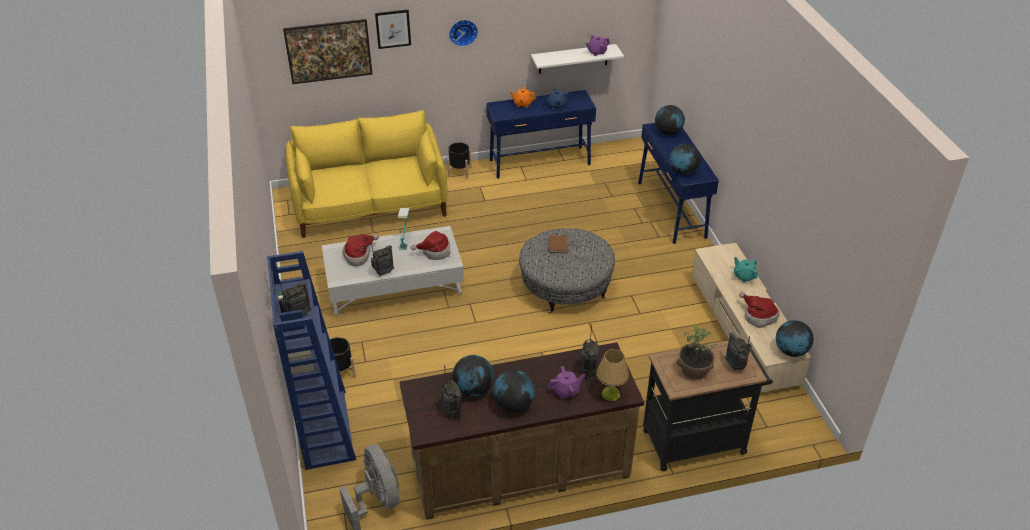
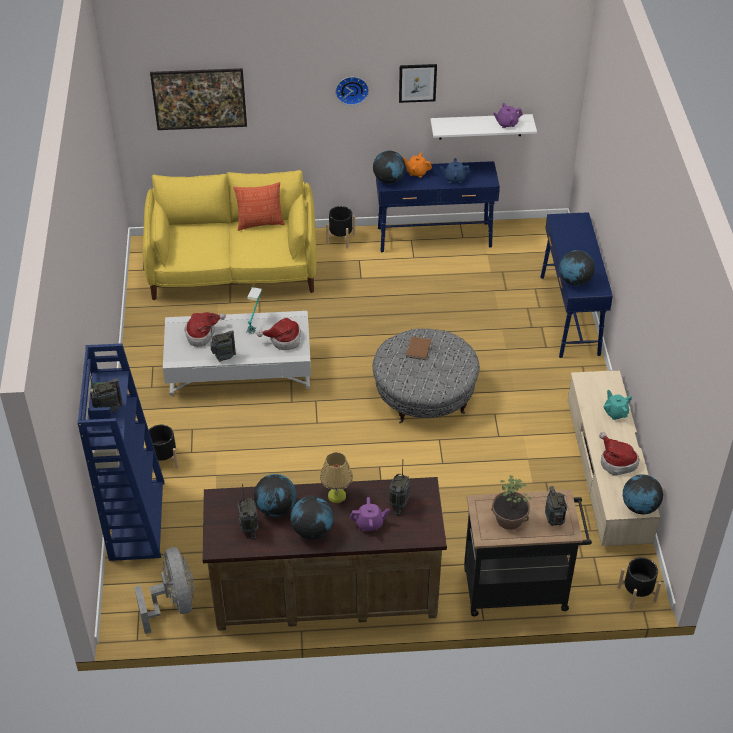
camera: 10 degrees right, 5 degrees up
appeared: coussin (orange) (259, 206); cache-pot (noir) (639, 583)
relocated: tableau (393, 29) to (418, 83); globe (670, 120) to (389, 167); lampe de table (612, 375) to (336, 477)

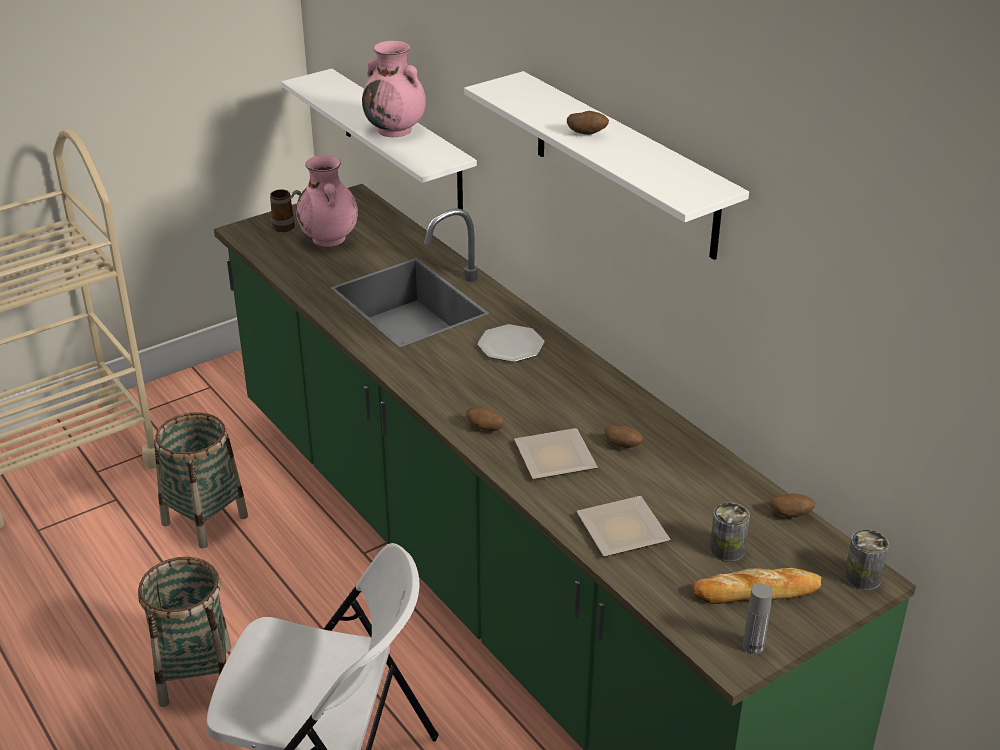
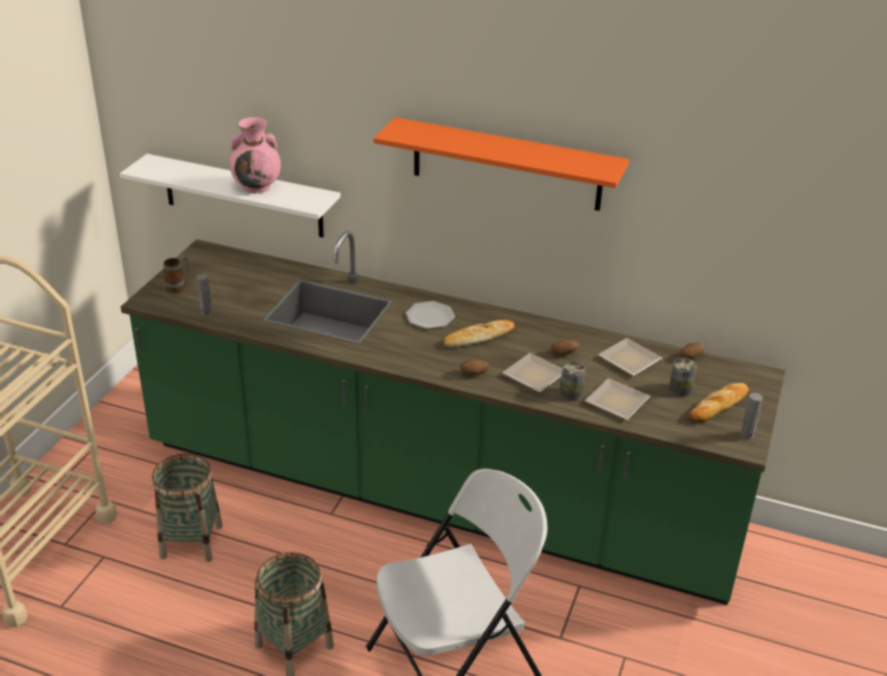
camera: 35 degrees left, 0 degrees up
missing: pomme de terre (588, 123); vase (rose) (327, 201)
appeared: bouteille (gris) (204, 295); pain (479, 334); assiette (630, 357)
relocated: boîte métallique (866, 560) to (573, 381)
colour: étagère (blanc) (606, 165) to étagère (orange) (501, 164)

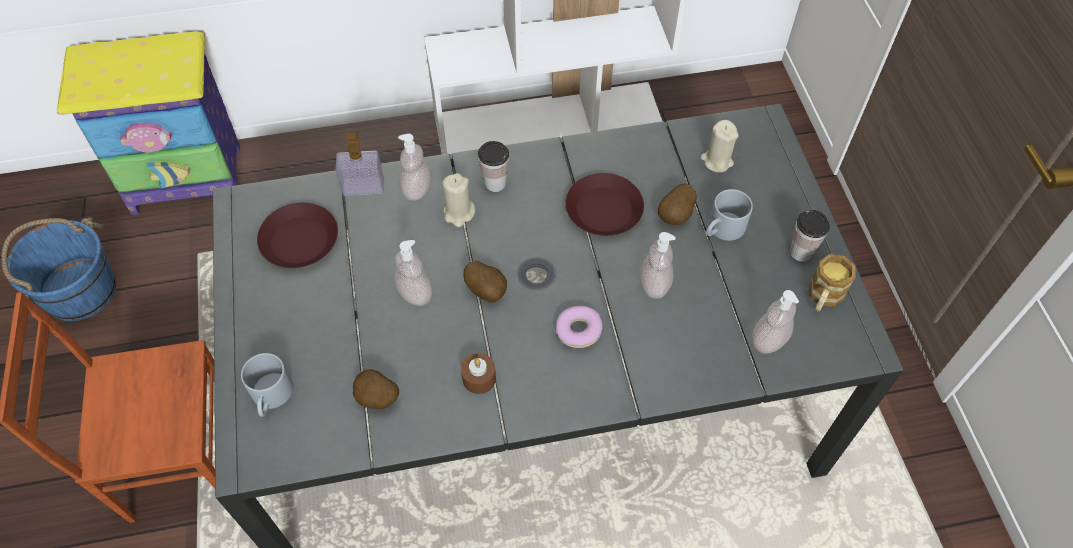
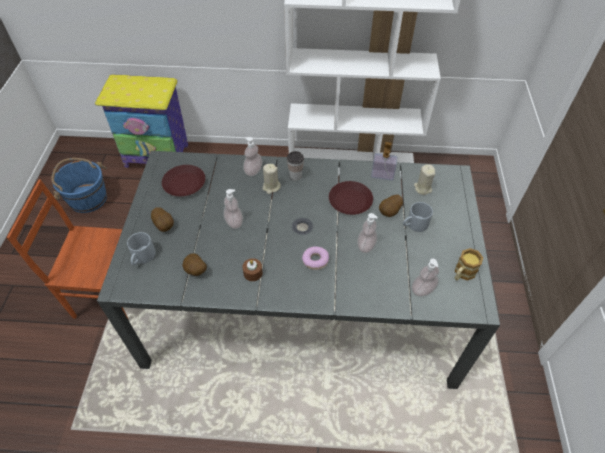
camera: 15 degrees right, 5 degrees down
missing: tasse (810, 236)
relocated: distributeur de savon (360, 164) to (384, 161); pomme de terre (485, 282) to (162, 219)

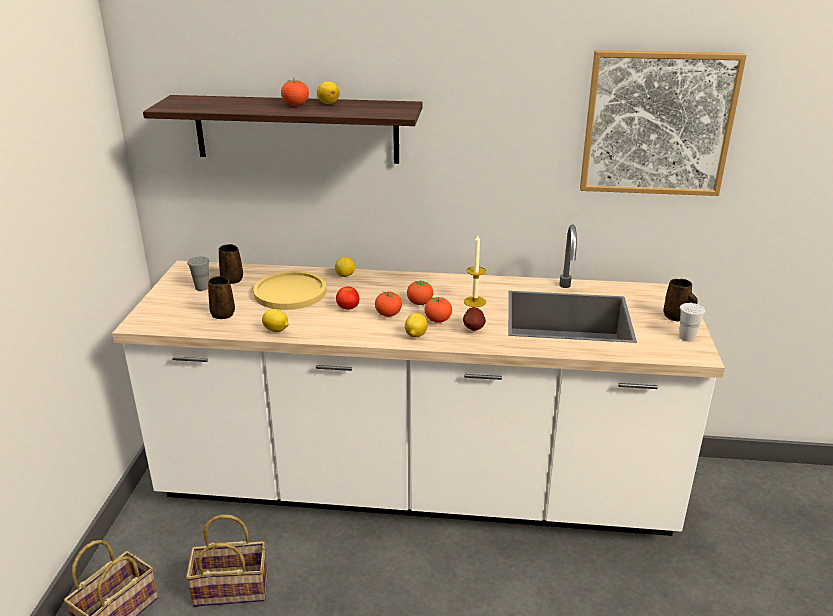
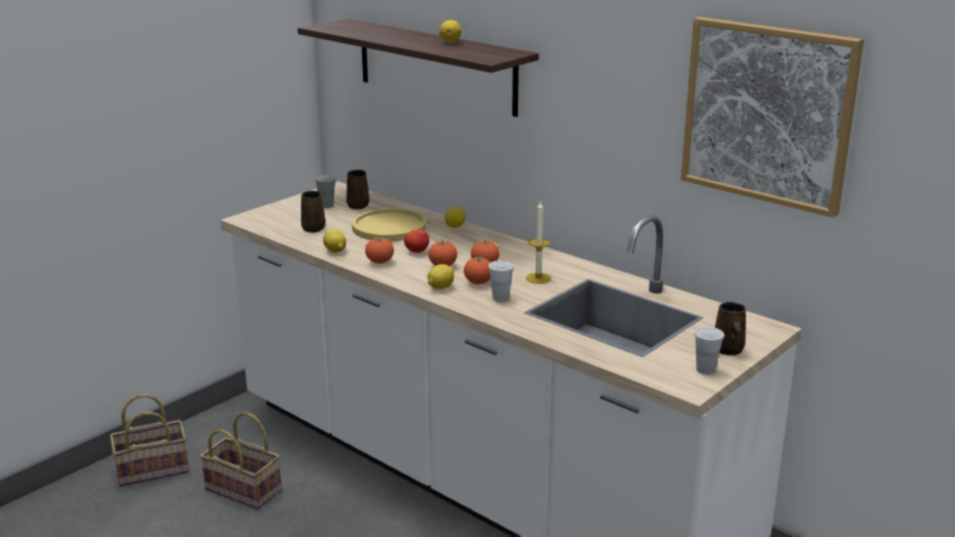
camera: 35 degrees right, 5 degrees down
relocated: tomate (295, 93) to (379, 250)
exchanged: pomme de terre (474, 319) to tasse (blanc) (501, 281)

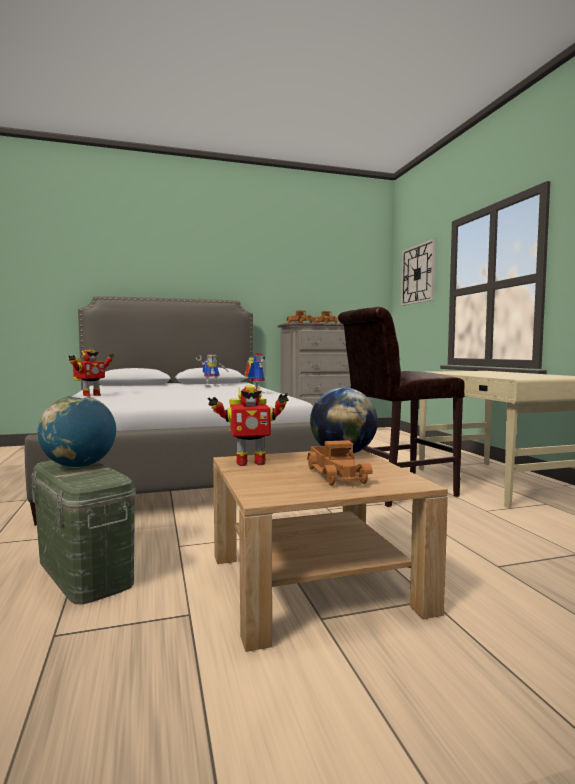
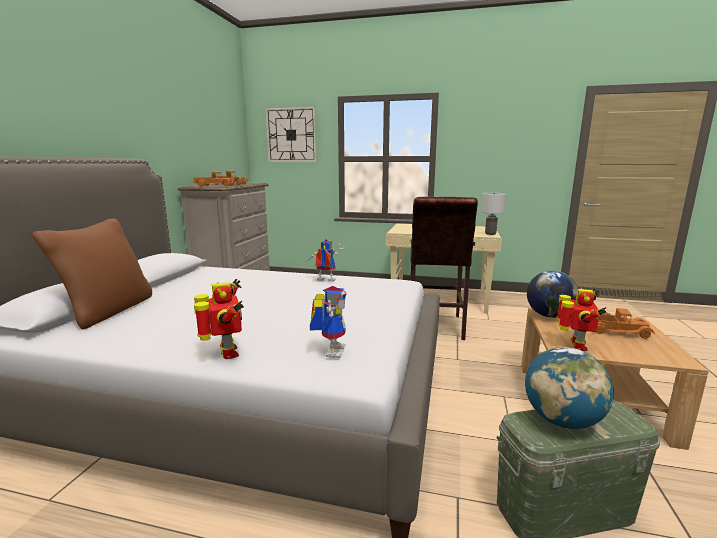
camera: 60 degrees left, 10 degrees up
appeared: lampe de table (blanc) (493, 214); coussin (marron) (92, 274)
relocated: robot jouet (212, 370) to (328, 322)

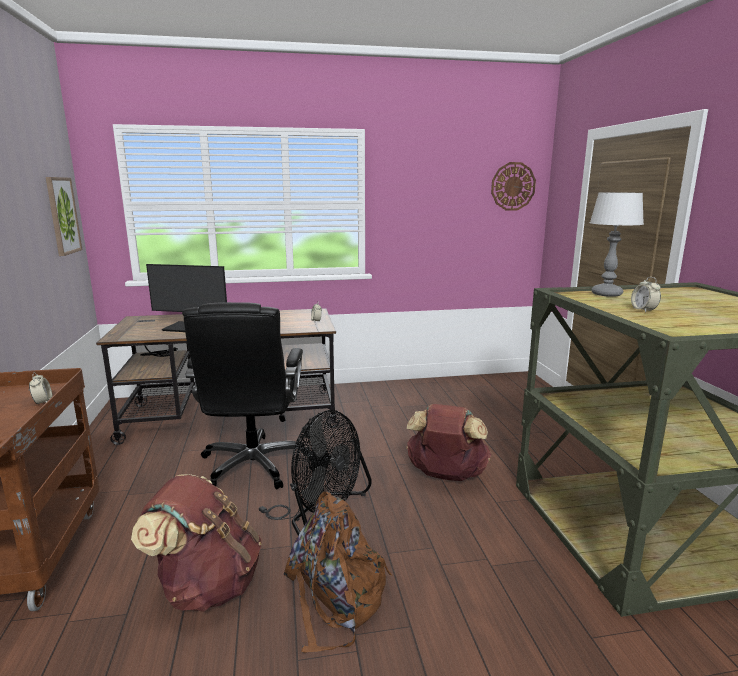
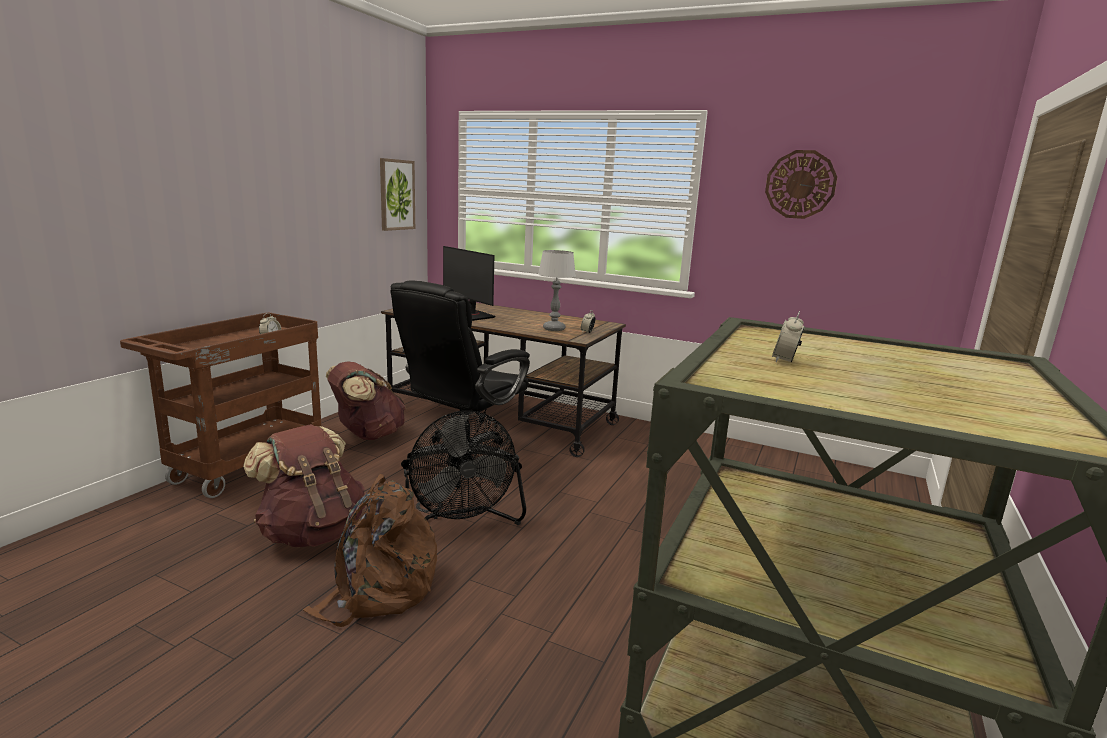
camera: 35 degrees right, 0 degrees up
relocated: horloge murale (513, 186) to (801, 184); lampe de table (617, 244) to (557, 290); sac à dos (marron) (448, 442) to (366, 400)

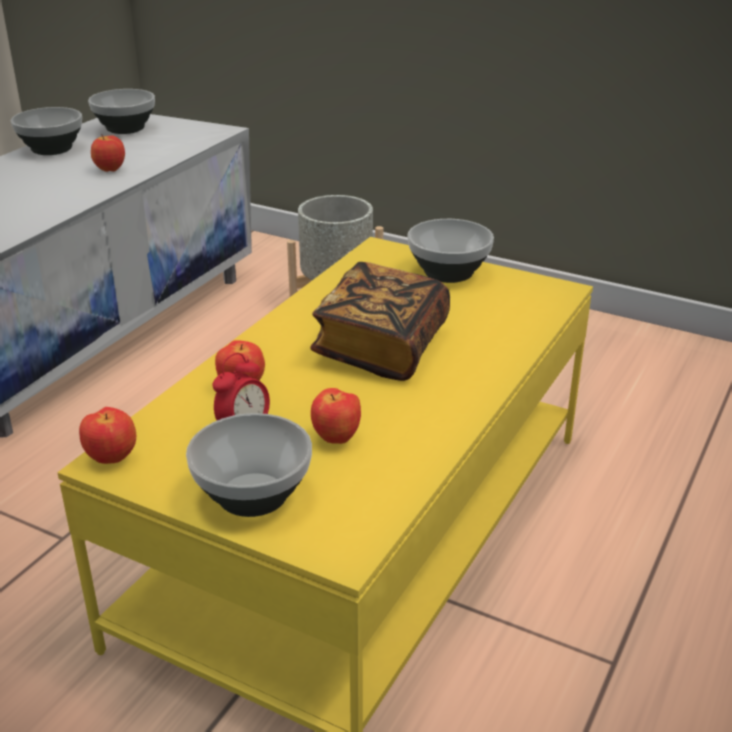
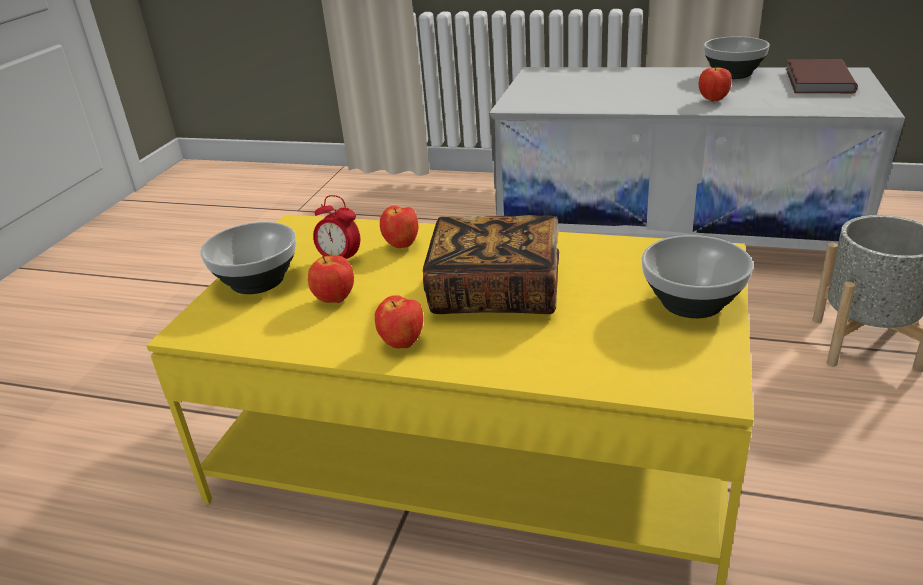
camera: 80 degrees right, 0 degrees up
relocated: pomme (107, 435) to (399, 321)
exchanged: bol (121, 111) to livre (marron) (822, 76)

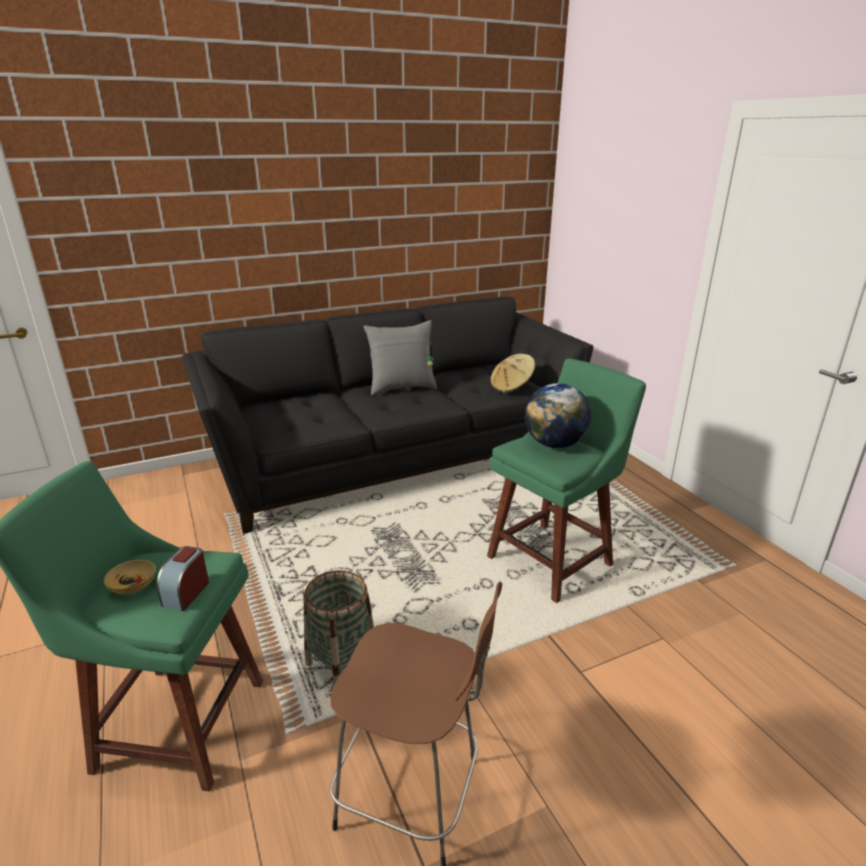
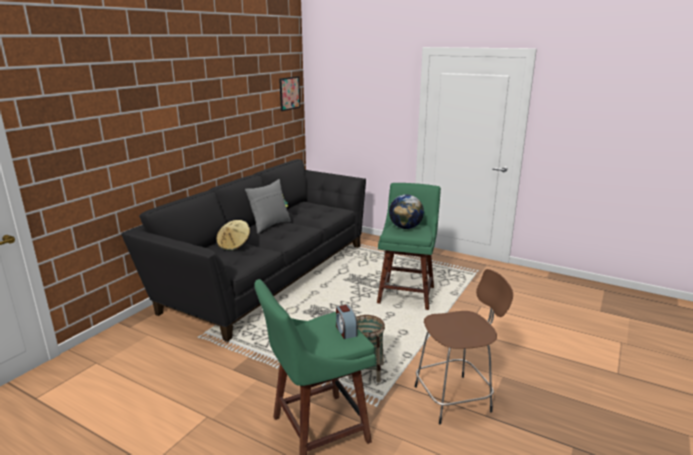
camera: 35 degrees left, 5 degrees down
missing: bol (beige) (130, 576)
appeared: tableau (289, 93)
relocated: chapeau (beige) (513, 373) to (233, 235)

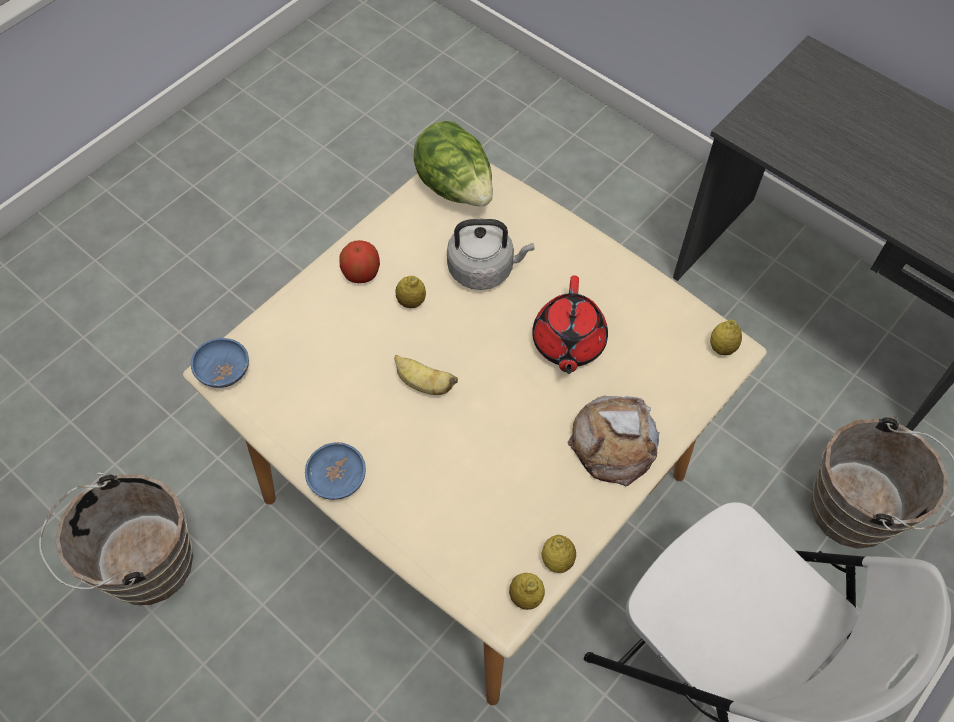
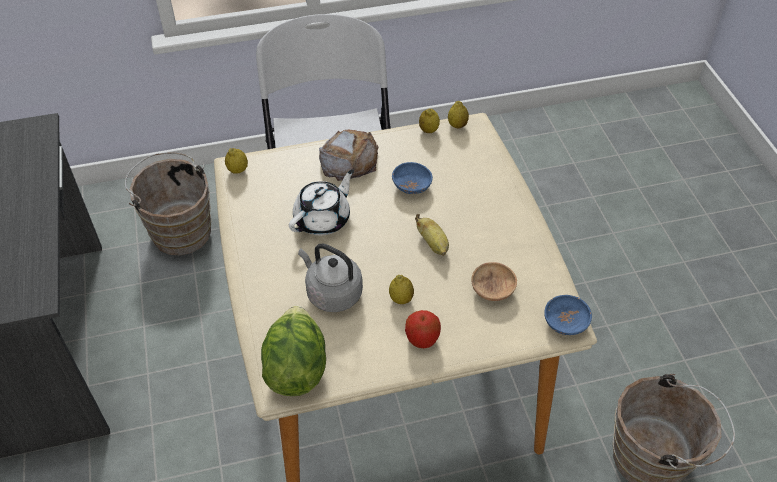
camera: 145 degrees left, 10 degrees down
appeared: bol (marron) (494, 281)
relocated: bol (bleu) (335, 471) to (412, 178)
colour: théière (rouge) (570, 324) to théière (blanc) (321, 202)

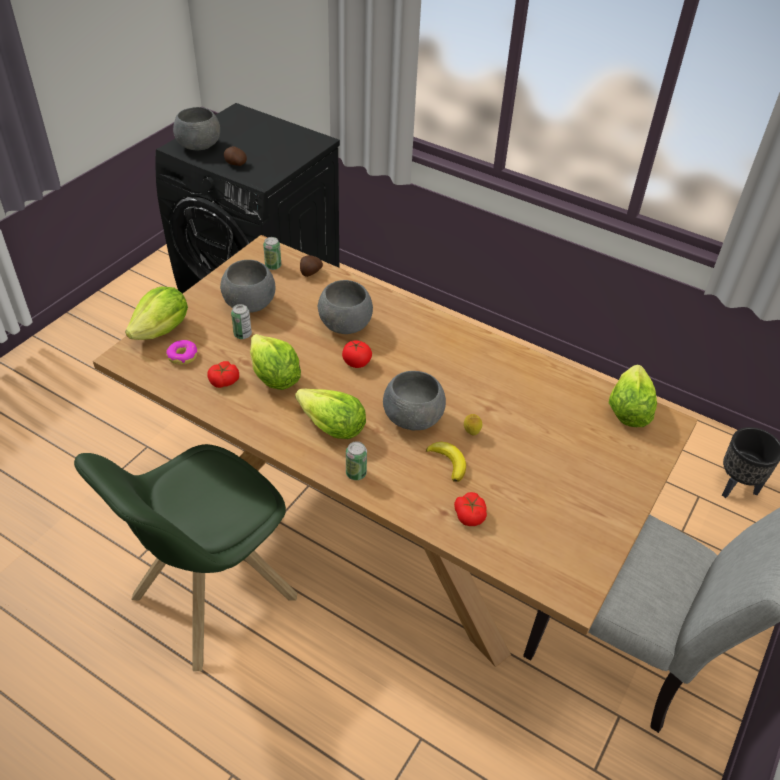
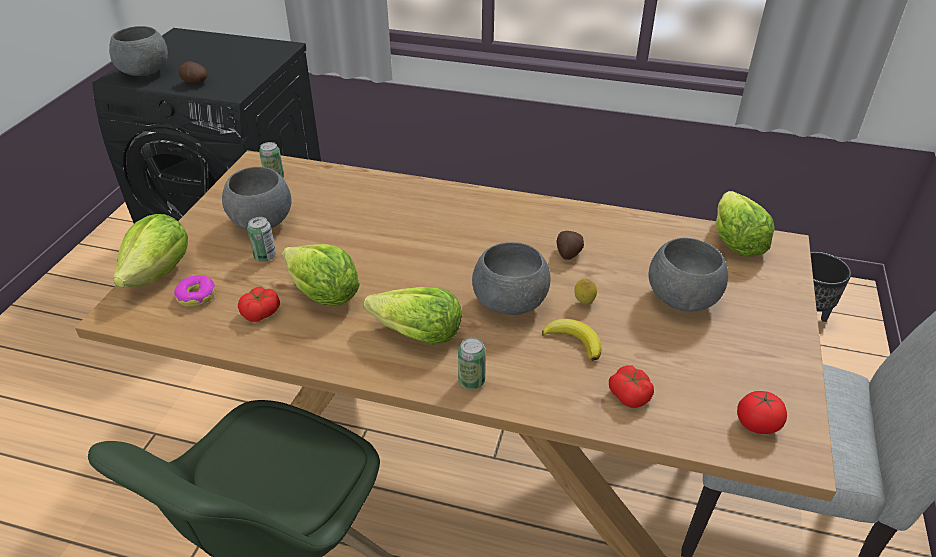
camera: 15 degrees left, 5 degrees down
relocated: pomme de terre (311, 266) to (570, 245); bol (gris) (345, 307) to (688, 274); tomate (357, 354) to (762, 412)

